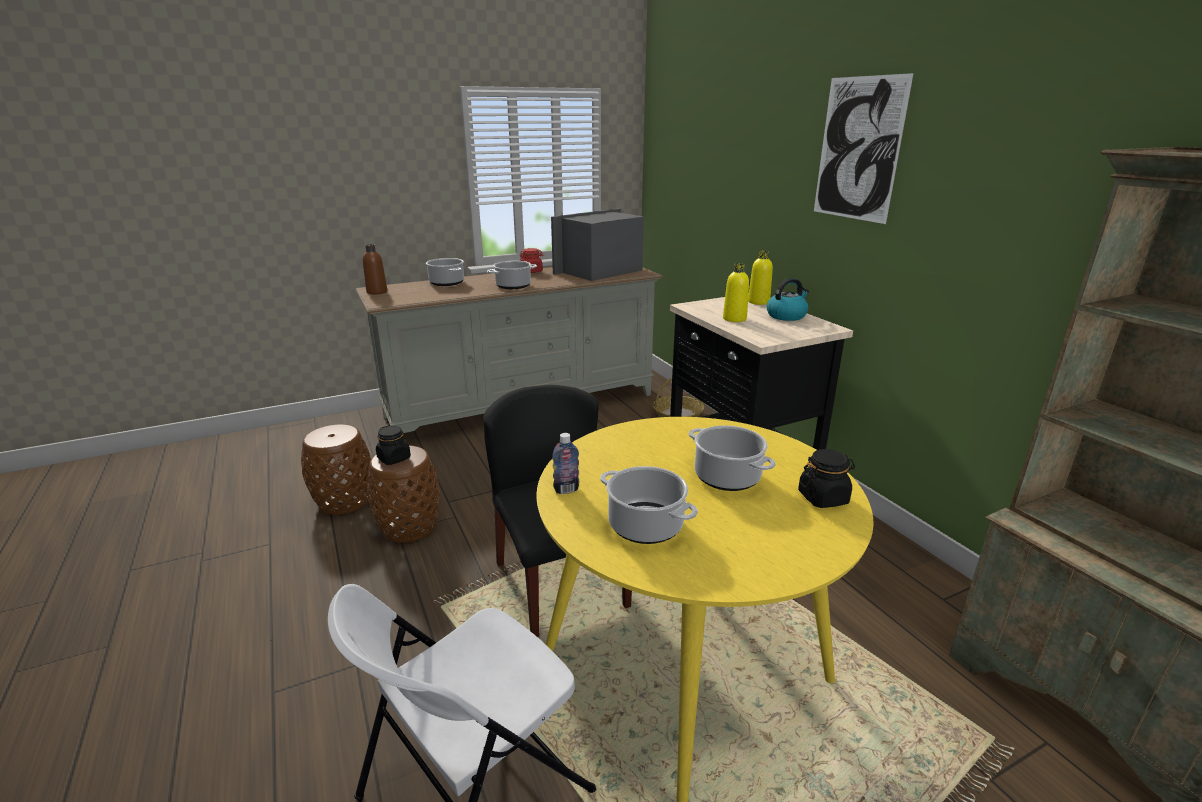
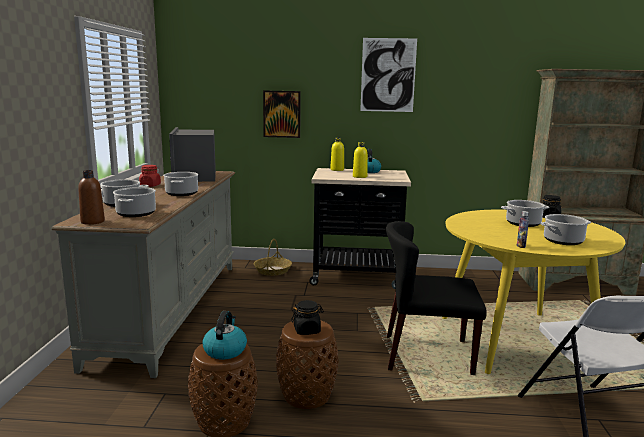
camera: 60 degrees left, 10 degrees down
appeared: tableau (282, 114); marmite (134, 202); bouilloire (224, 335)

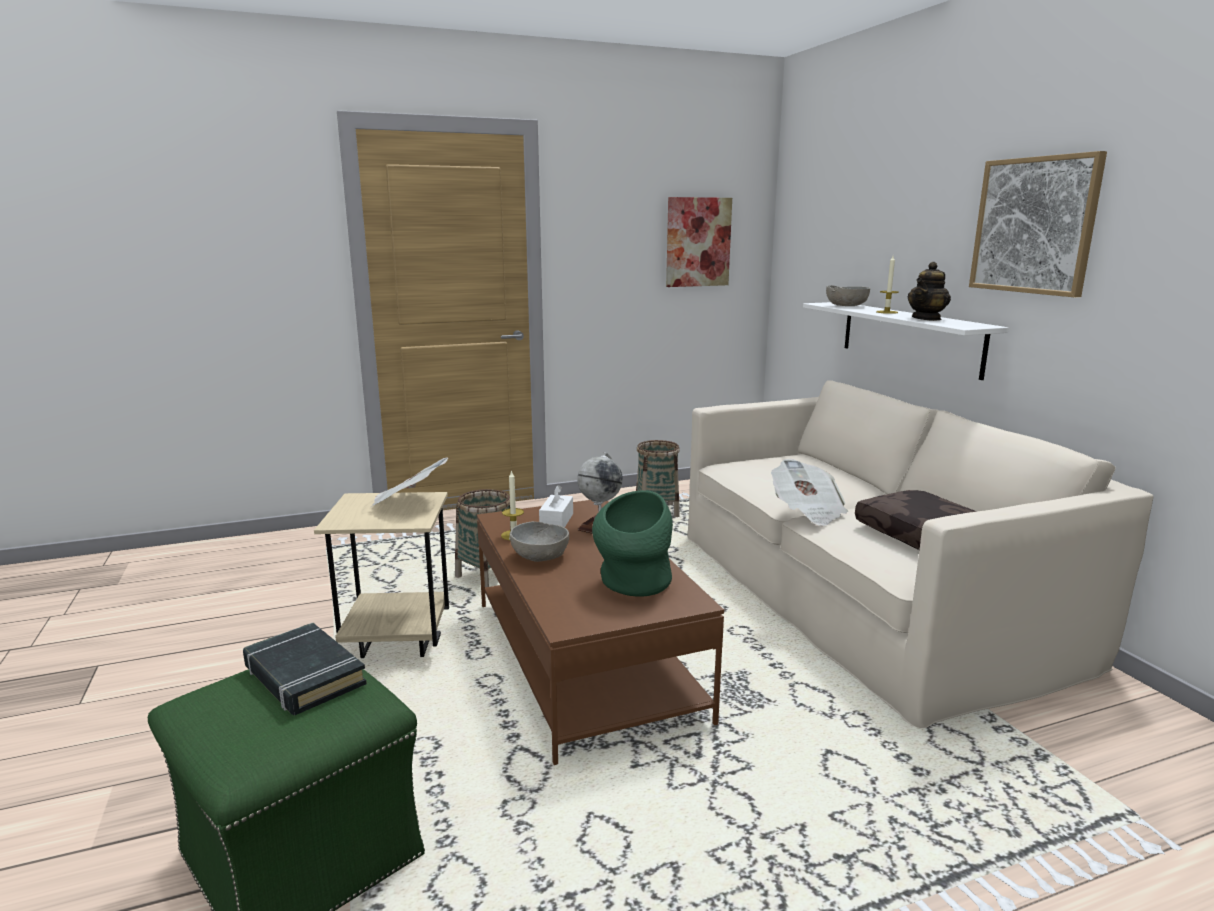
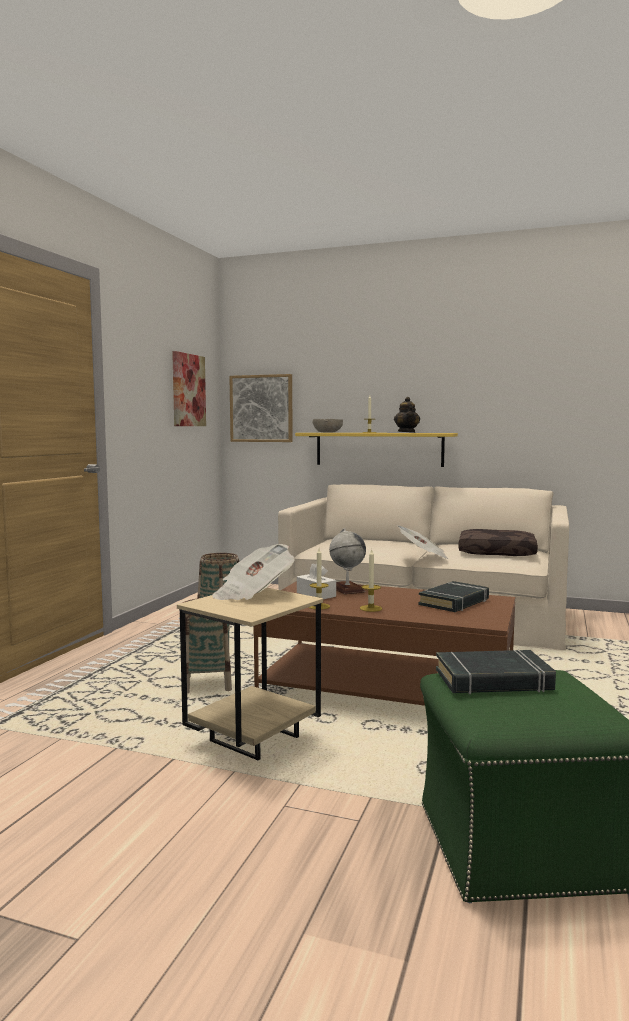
camera: 50 degrees left, 10 degrees down
relocated: tableau (1038, 224) to (261, 408)
exchanged: vase (vert) (632, 543) to livre (noir) (453, 596); bol (gris) (539, 541) to bougie (371, 580)
colour: étagère (blanc) (906, 341) to étagère (jaune) (376, 450)

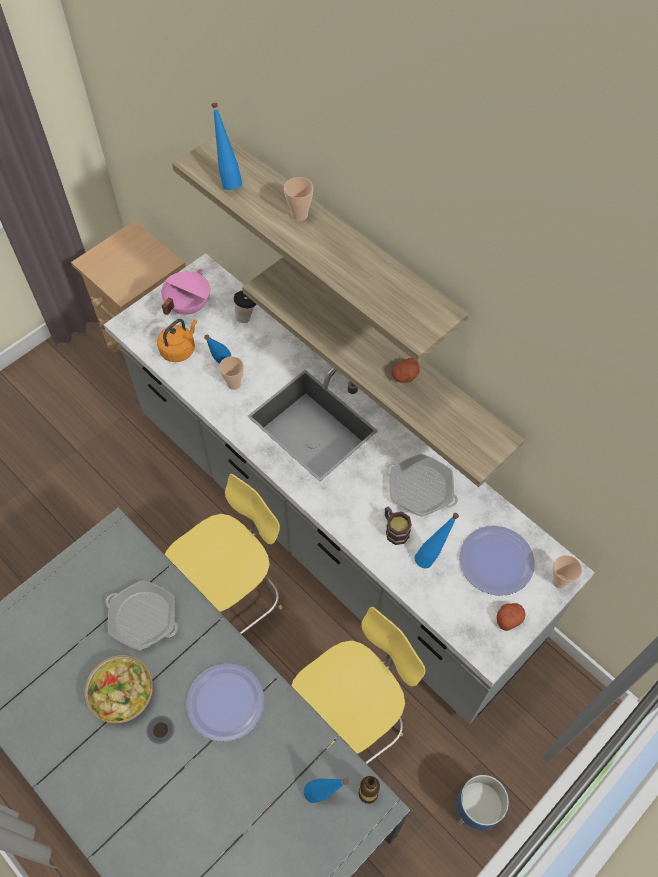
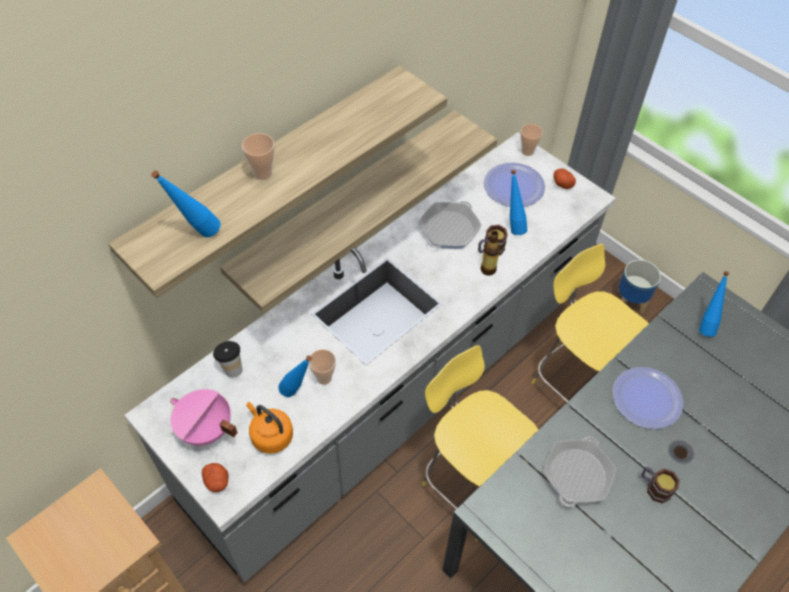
camera: 90 degrees left, 5 degrees down
relocated: pomme de terre (405, 370) to (215, 477); bouteille (369, 790) to (490, 253)
exchanged: bol (119, 689) to mug (661, 485)

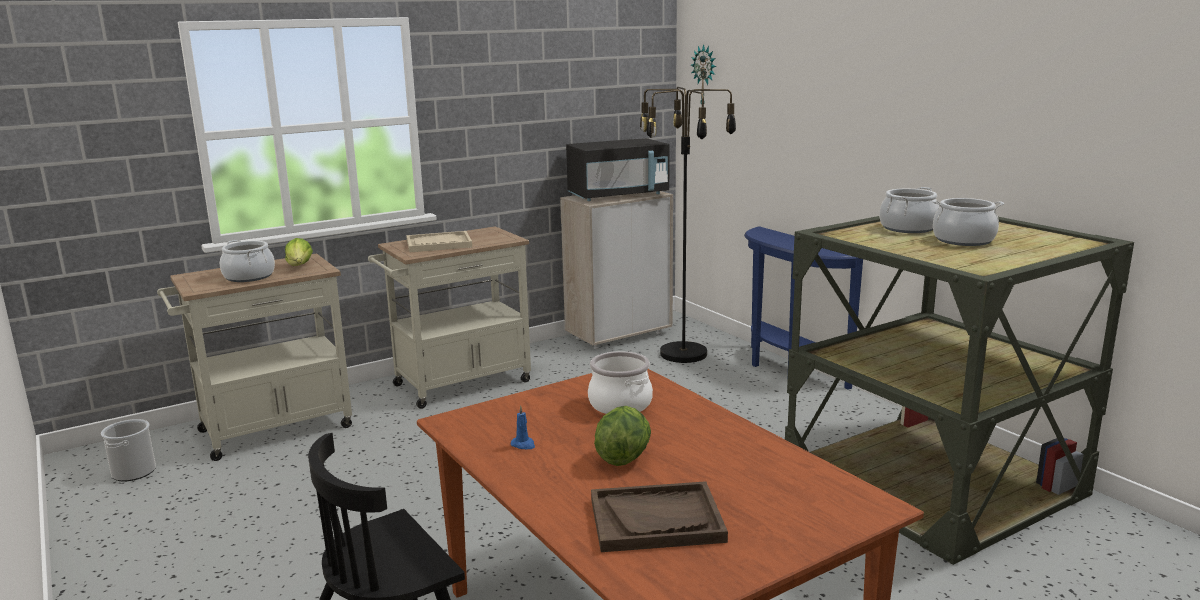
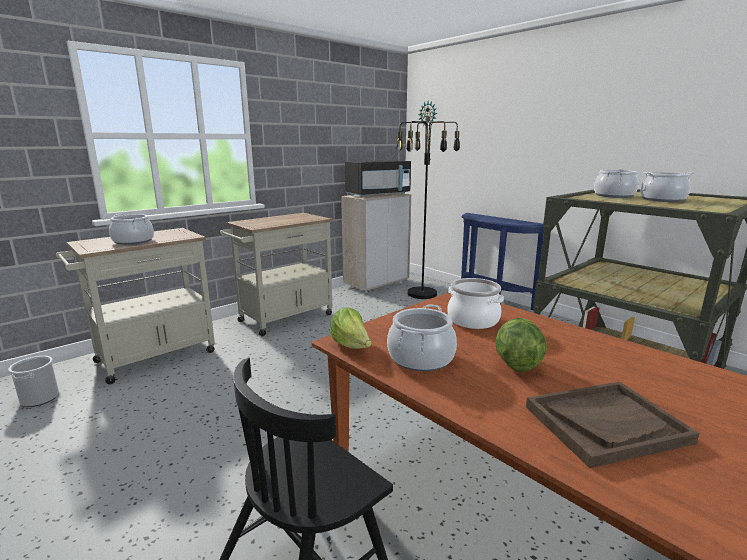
camera: 10 degrees left, 0 degrees up
missing: plateau (beige) (439, 241)
relocated: laitue (299, 252) to (351, 328)
exchanged: bougie (bleu) (522, 427) to marmite (422, 337)

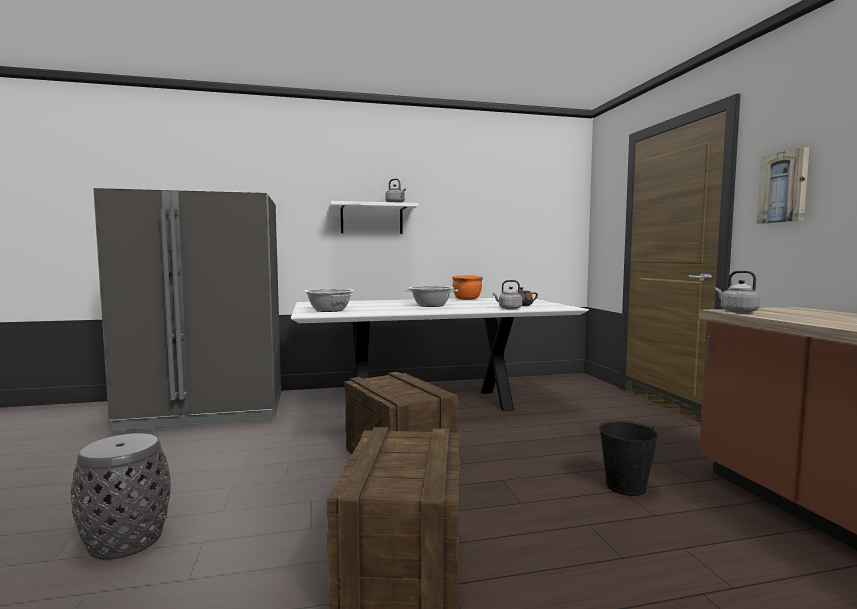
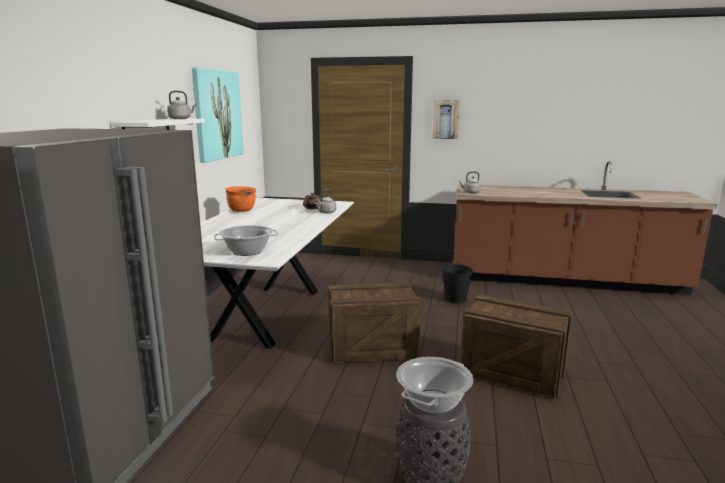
camera: 65 degrees left, 10 degrees up
appeared: tableau (218, 115)
relocated: marmite (431, 296) to (434, 385)

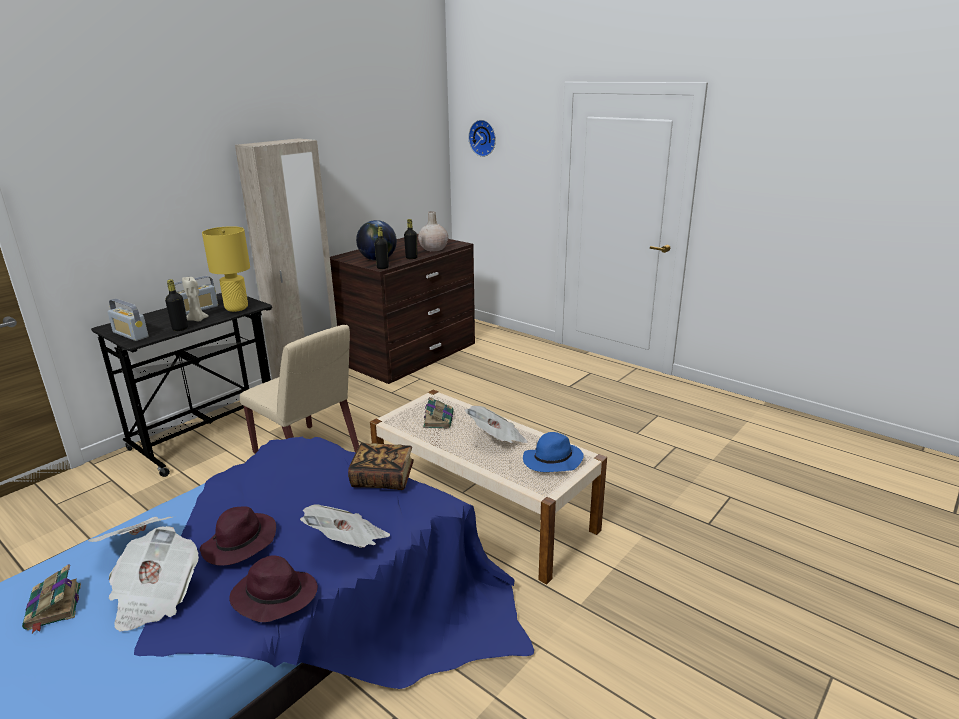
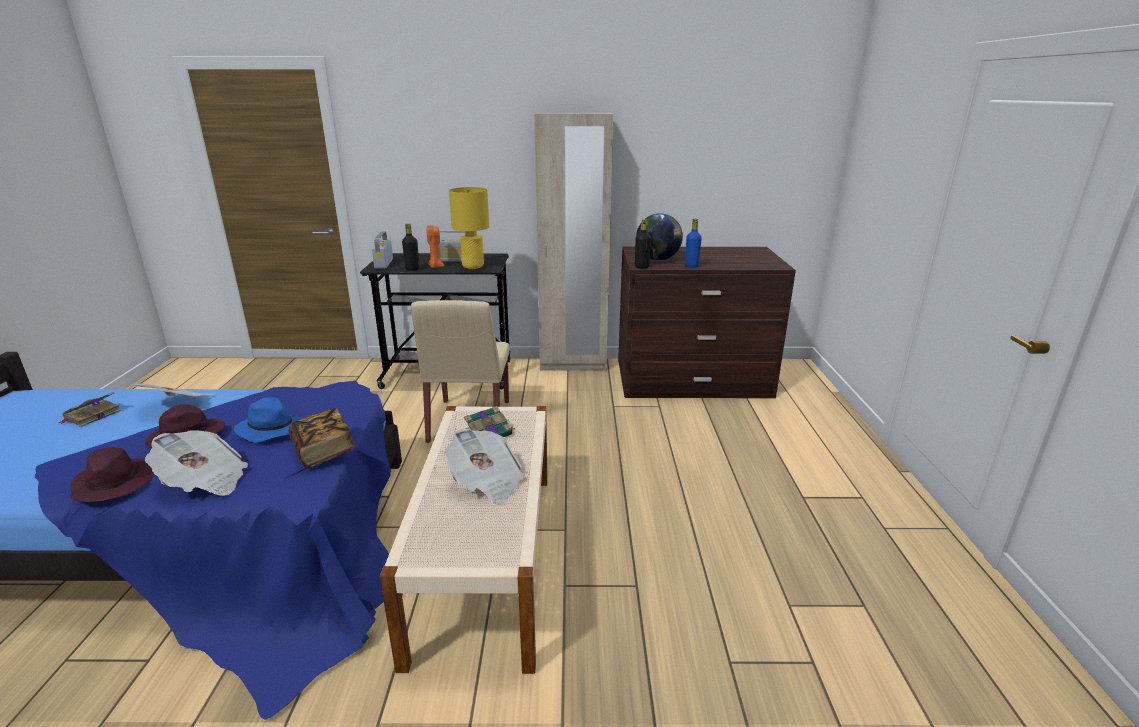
camera: 50 degrees right, 0 degrees up
missing: horloge murale (482, 138); vase (beige) (433, 231); journal (153, 579)
relocated: chapeau (bleu) (553, 452) to (268, 420)
colour: bouteille (noir) (411, 239) to bouteille (bleu) (693, 243); bougie (beige) (195, 299) to bougie (orange) (435, 246)

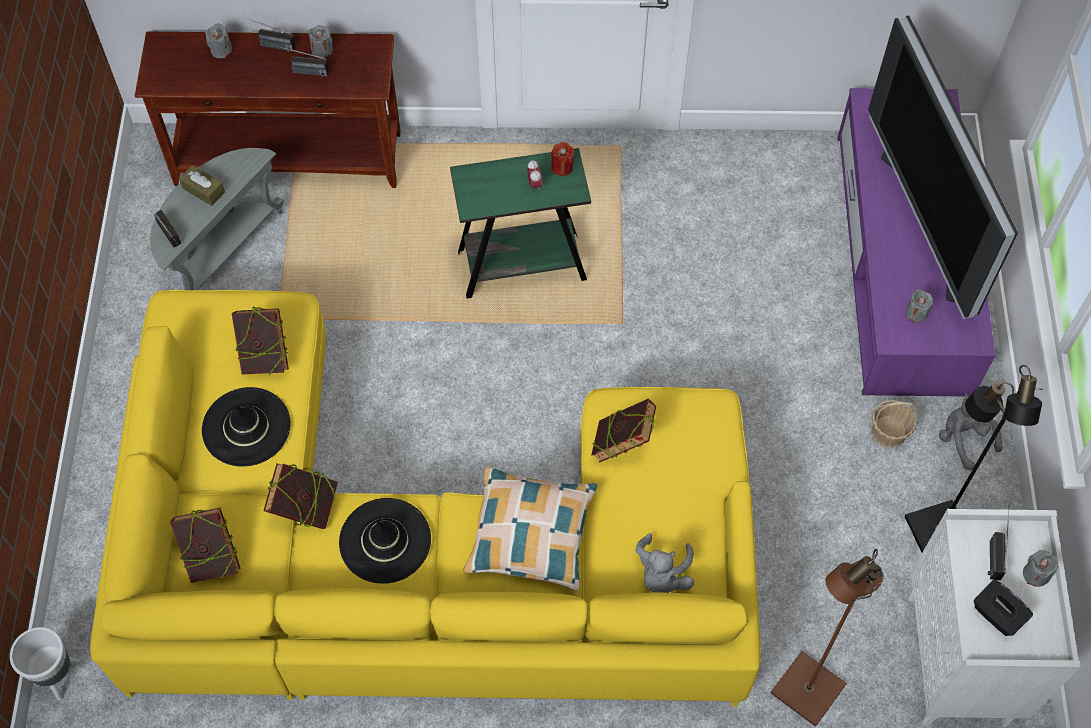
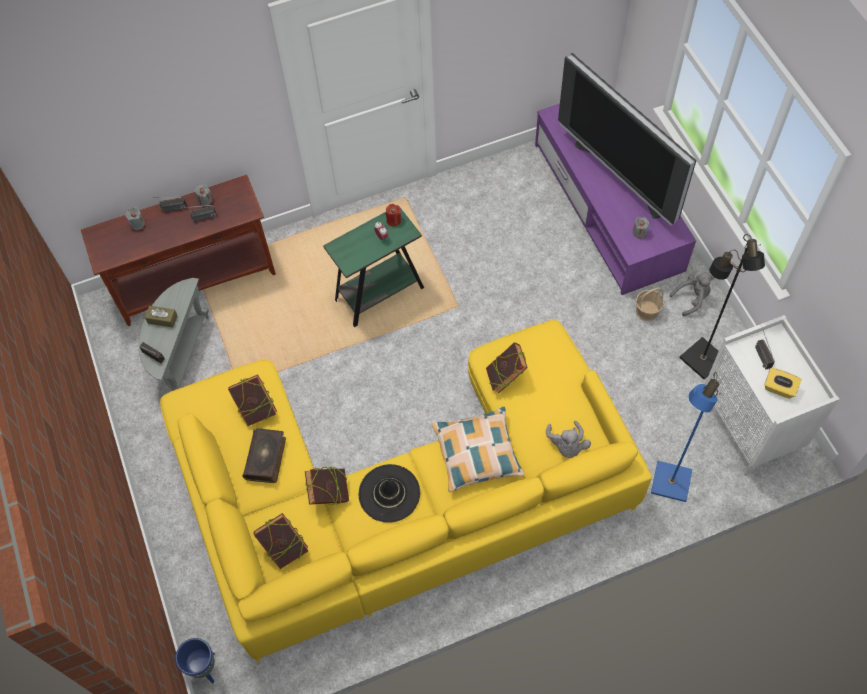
camera: 20 degrees left, 0 degrees up
missing: bougie (gris) (1040, 568)
exchanged: chapeau (noir) (246, 427) to livre (264, 455)
colour: lampadaire (marron) (827, 638) to lampadaire (bleu) (686, 437); boîte à mouchoirs (noir) (1003, 607) to boîte à mouchoirs (jaune) (783, 383); cache-pot (blanc) (45, 663) to cache-pot (bleu) (195, 660)
spun: peluche (gris) (971, 431) = (692, 294) 120 degrees clockwise

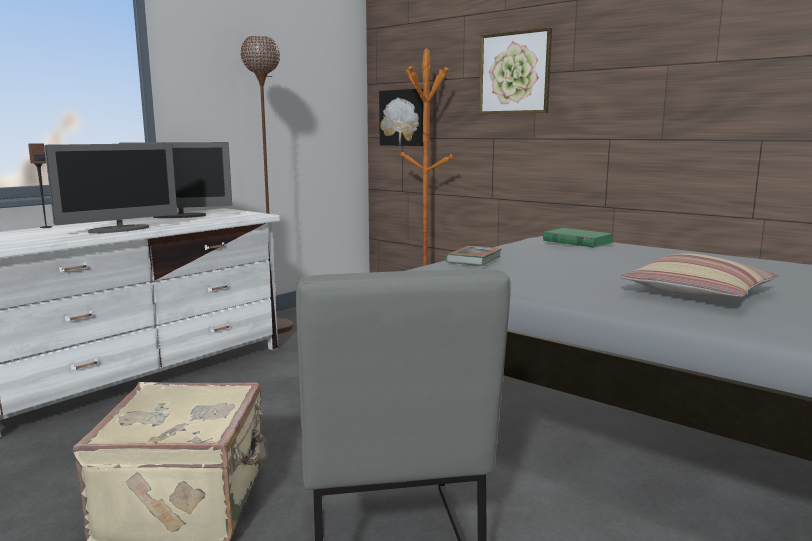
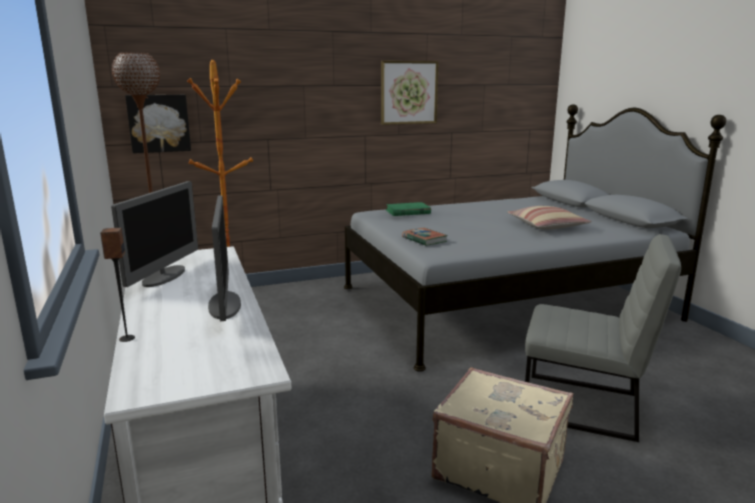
camera: 60 degrees left, 5 degrees up
relocated: tableau (515, 70) to (410, 93)

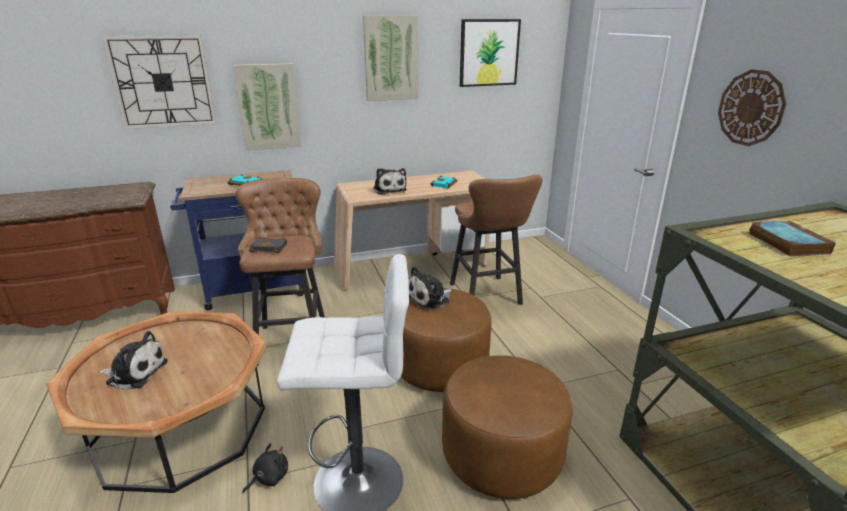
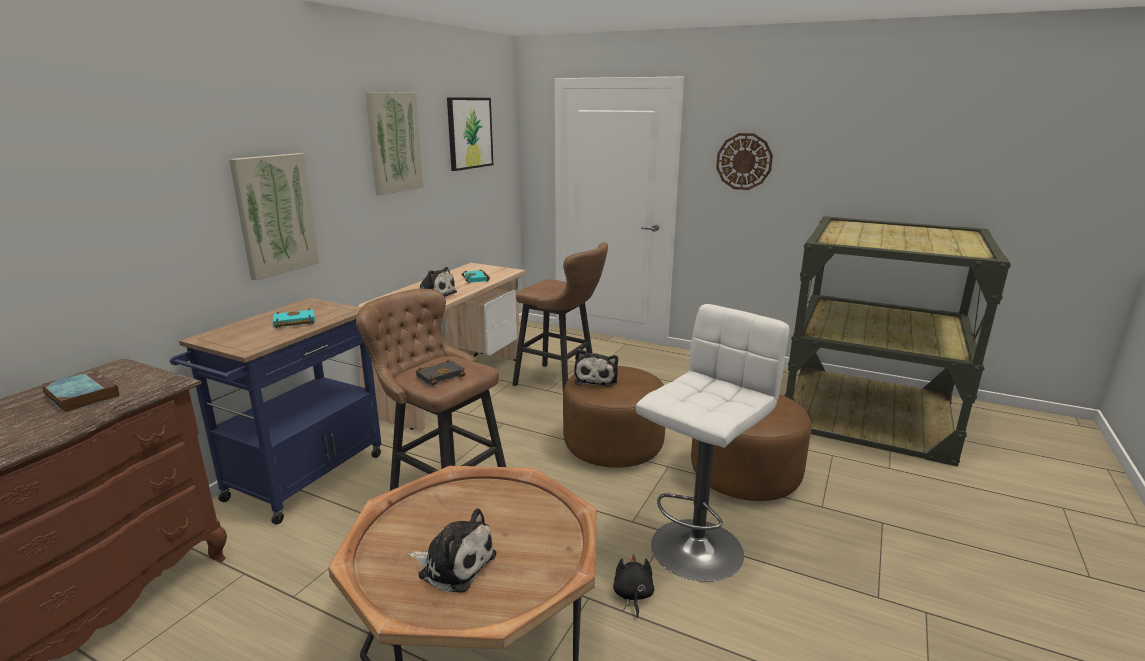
camera: 45 degrees left, 5 degrees down
missing: horloge murale (159, 82)
relocated: livre (792, 239) to (80, 391)
spun: peluche (133, 360) = (452, 550) 60 degrees clockwise

